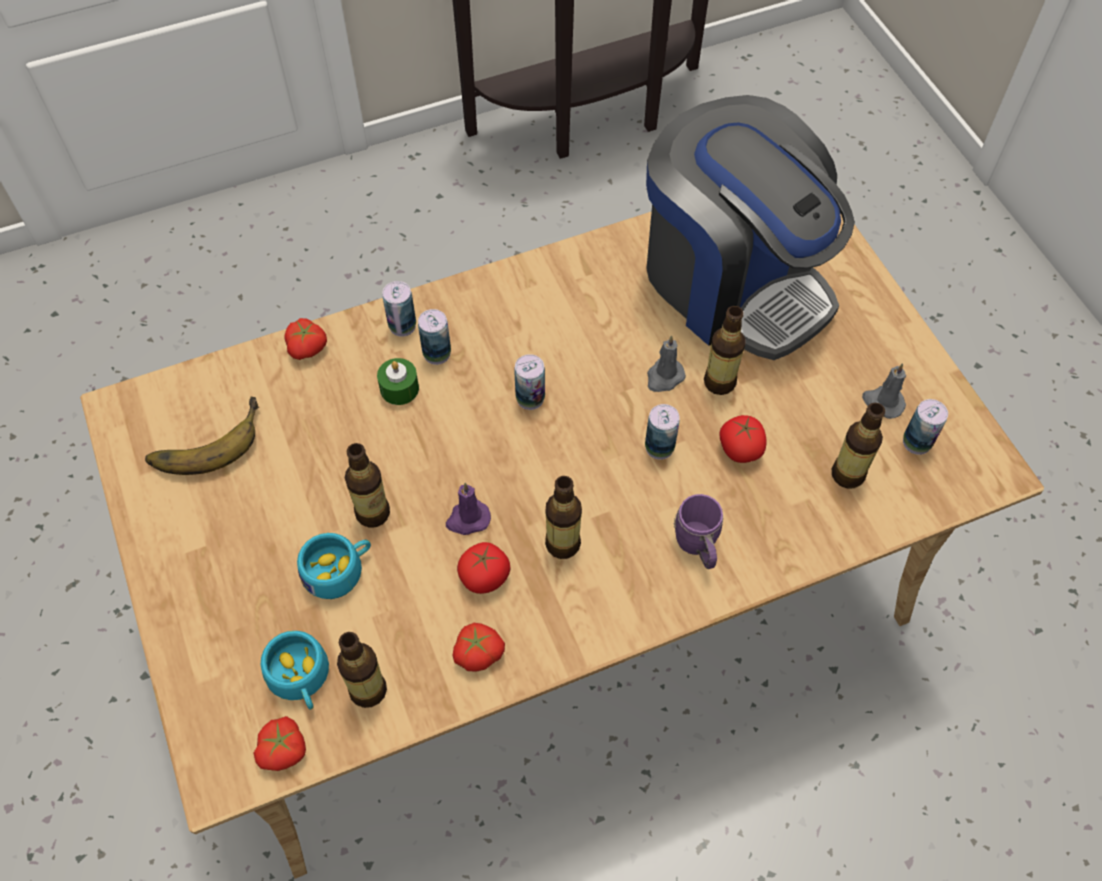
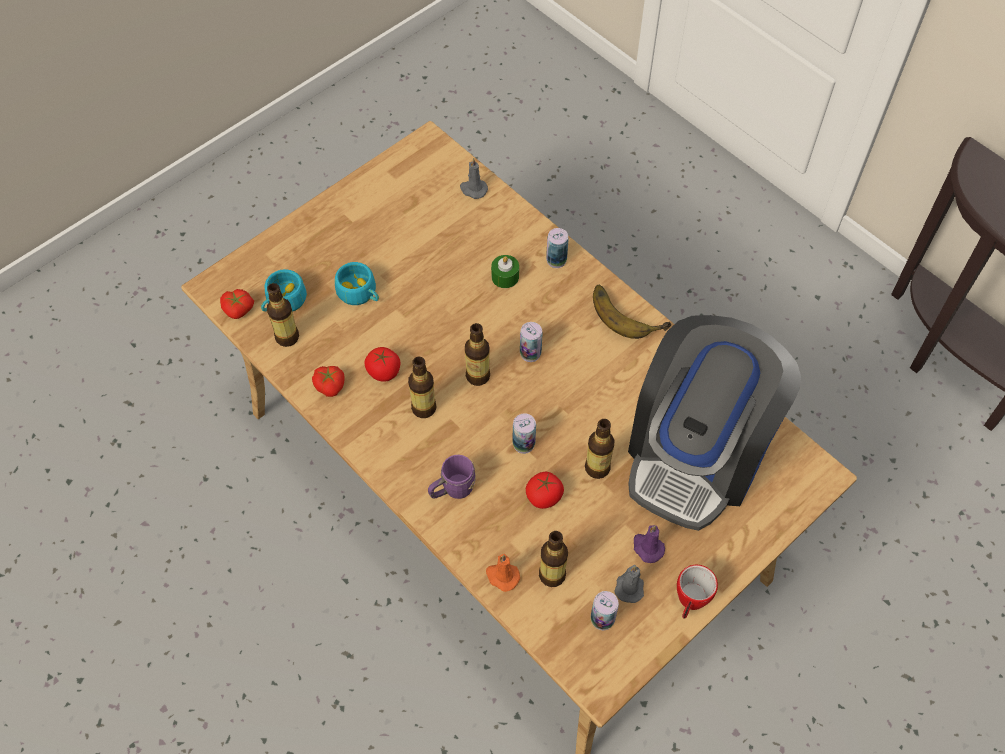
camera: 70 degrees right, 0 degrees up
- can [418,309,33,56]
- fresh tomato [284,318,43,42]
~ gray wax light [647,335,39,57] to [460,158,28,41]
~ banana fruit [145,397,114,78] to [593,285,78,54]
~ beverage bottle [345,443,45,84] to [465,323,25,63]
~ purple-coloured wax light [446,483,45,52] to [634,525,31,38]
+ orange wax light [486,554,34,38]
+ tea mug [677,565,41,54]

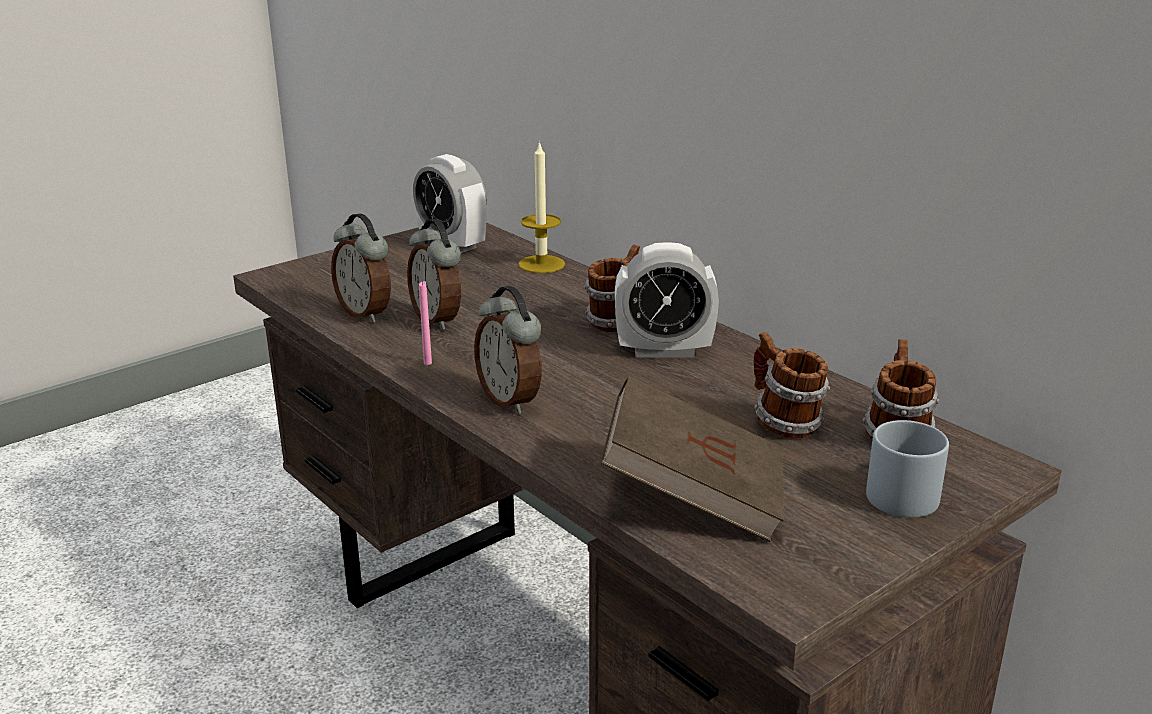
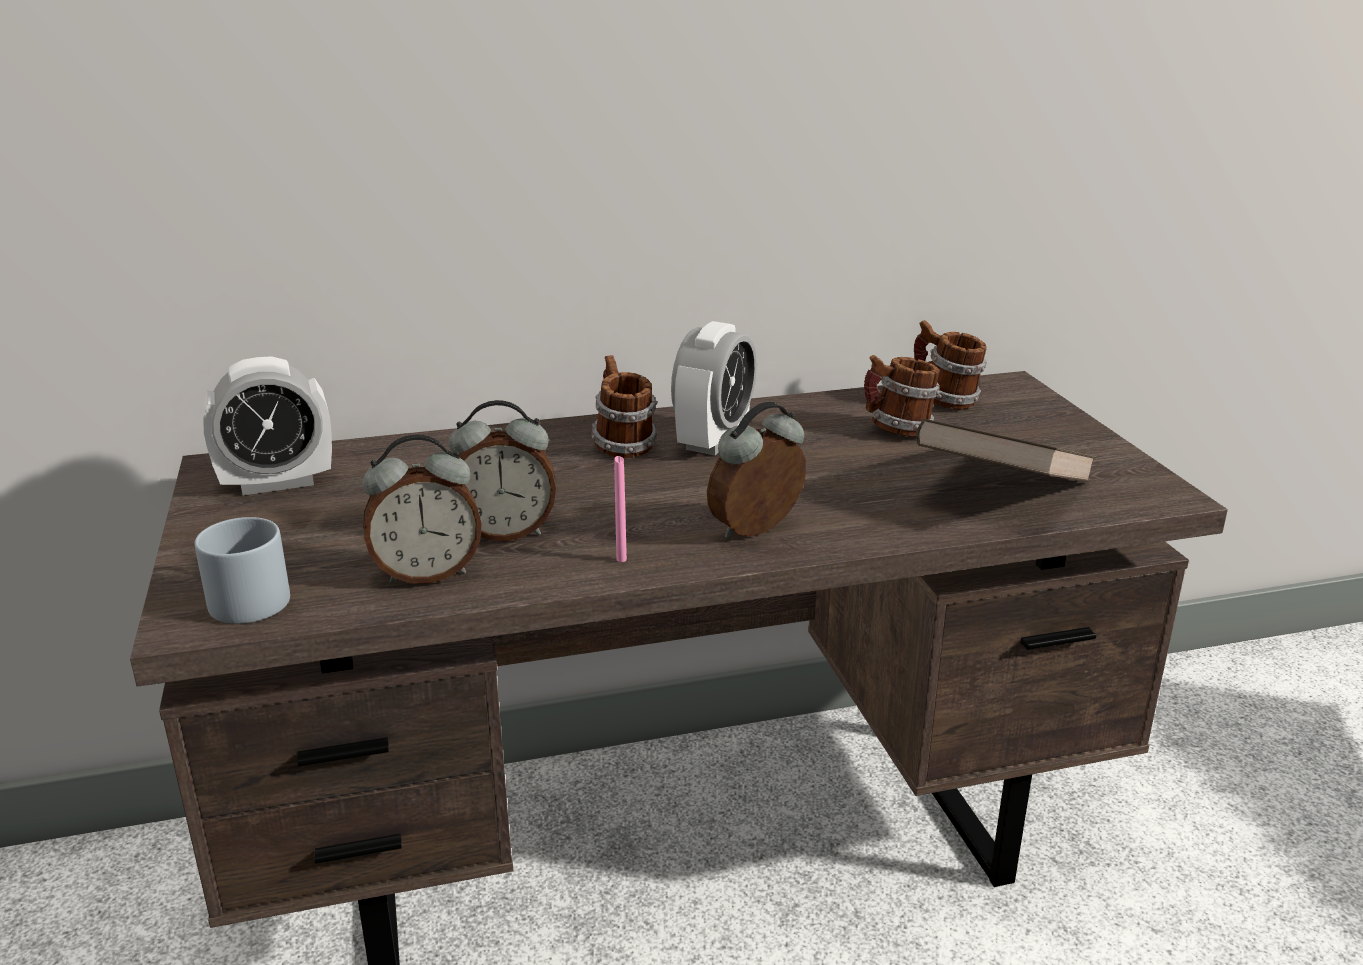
camera: 65 degrees left, 0 degrees up
- wax light [518,141,47,132]
~ table clock [474,286,68,128] = [707,402,99,136] 150 degrees clockwise
~ gray tea mug [866,420,83,98] to [195,517,95,107]

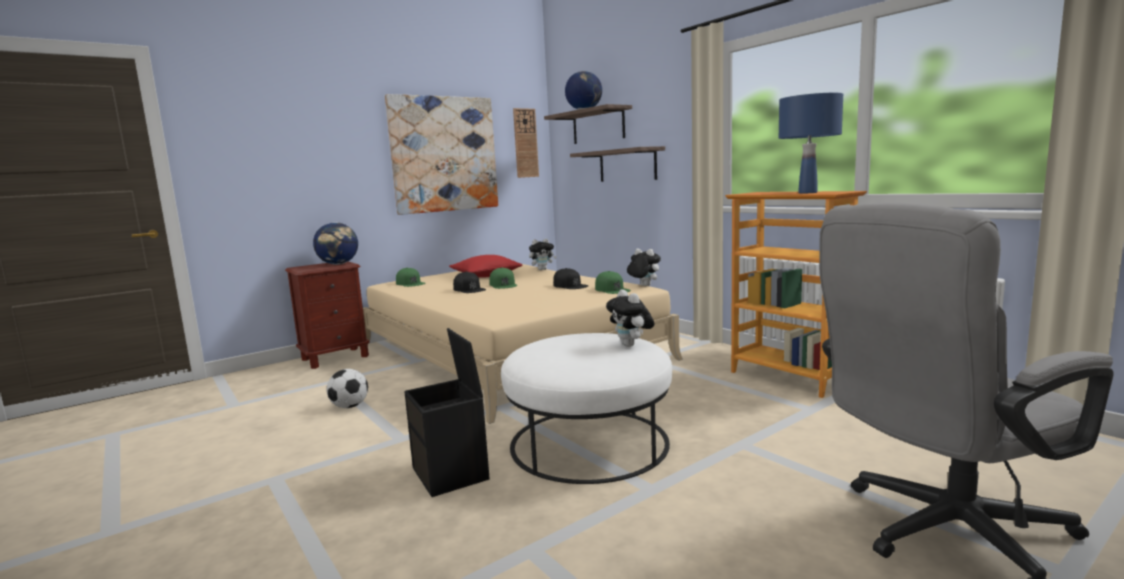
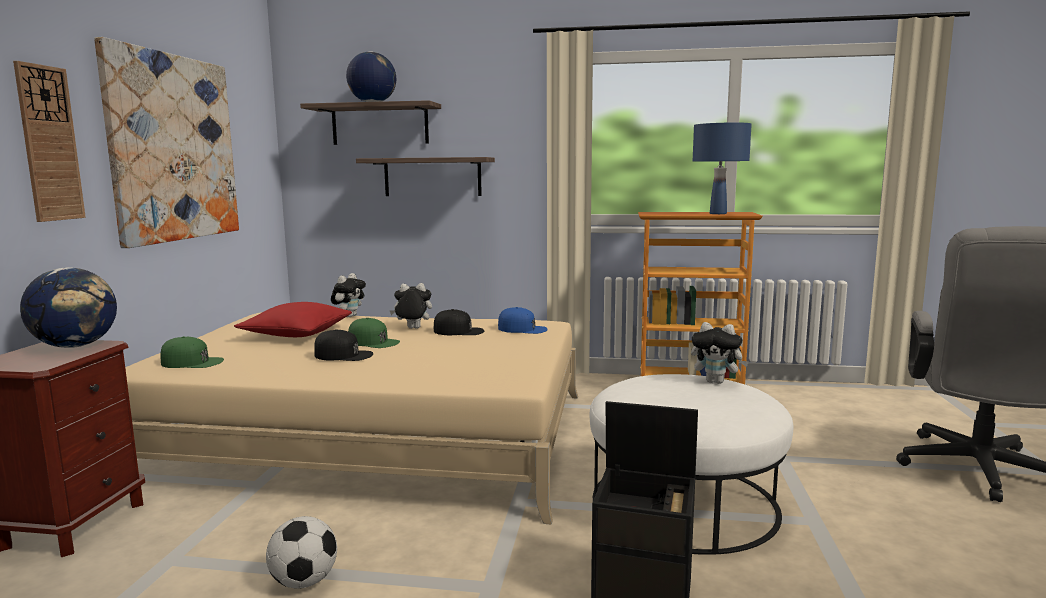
camera: 45 degrees left, 0 degrees up
~ wall clock [513,108,26,70] to [13,61,73,161]
~ cuddly toy [627,248,34,38] to [390,283,42,46]
~ green-coloured cap [595,271,36,23] to bluish cap [498,307,50,27]

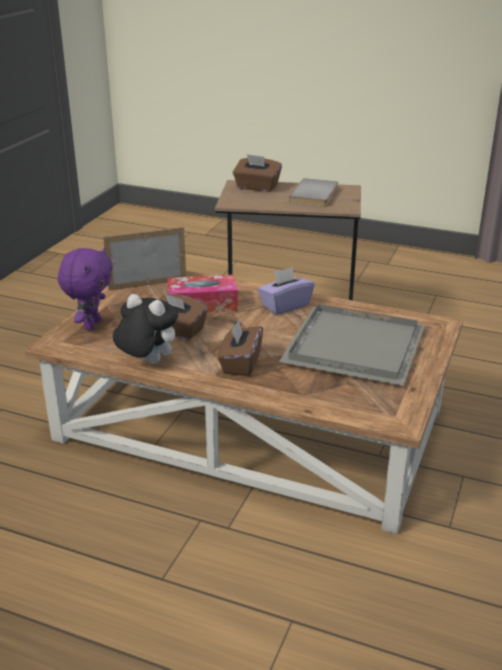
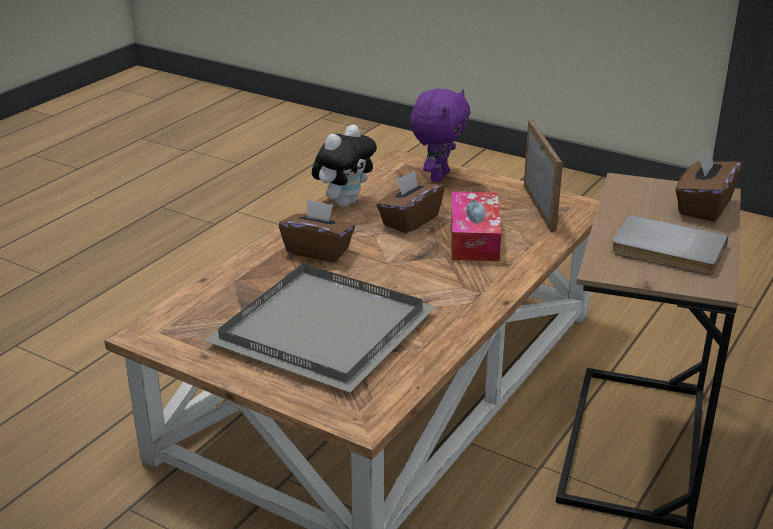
camera: 100 degrees right, 0 degrees up
~ purple-coloured cuddly toy [58,247,55,83] = [410,88,61,94] 90 degrees counterclockwise
- purple-coloured box of tissues [258,267,56,48]

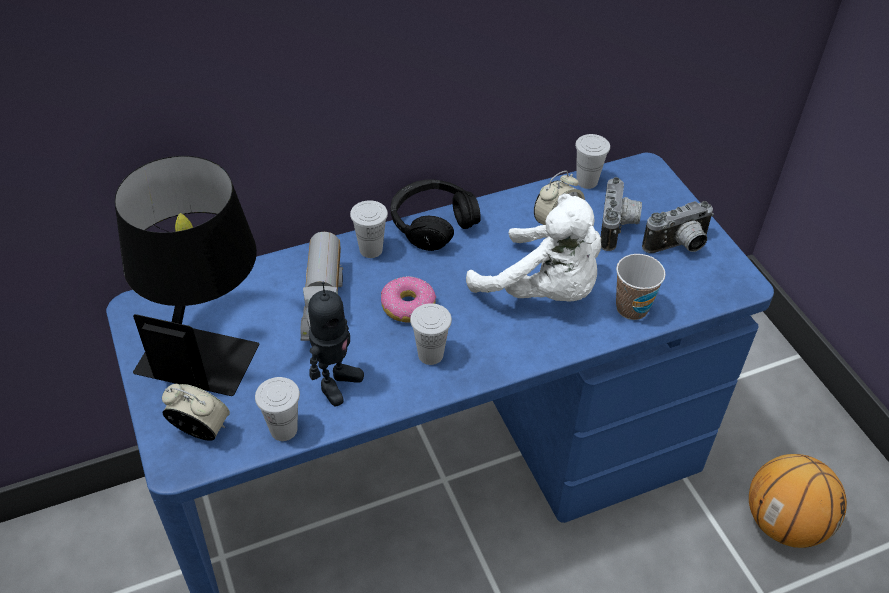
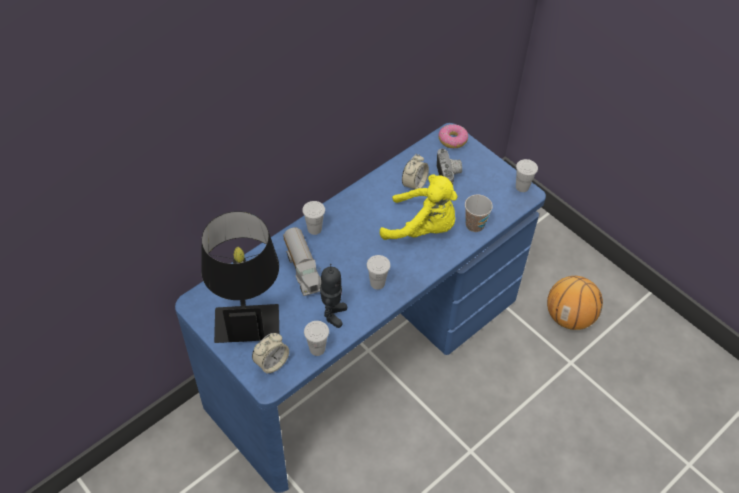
camera: 20 degrees left, 5 degrees up
~ whitish cup [575,134,35,55] to [516,159,22,33]
- black headphones [391,179,90,72]
~ whitish cuddly toy [466,193,135,109] to yellow-coloured cuddly toy [380,174,78,66]
- photo camera [642,201,72,52]
~ ring doughnut [381,276,55,47] to [438,124,30,24]
~ table clock [162,384,68,57] = [252,333,37,41] 135 degrees clockwise

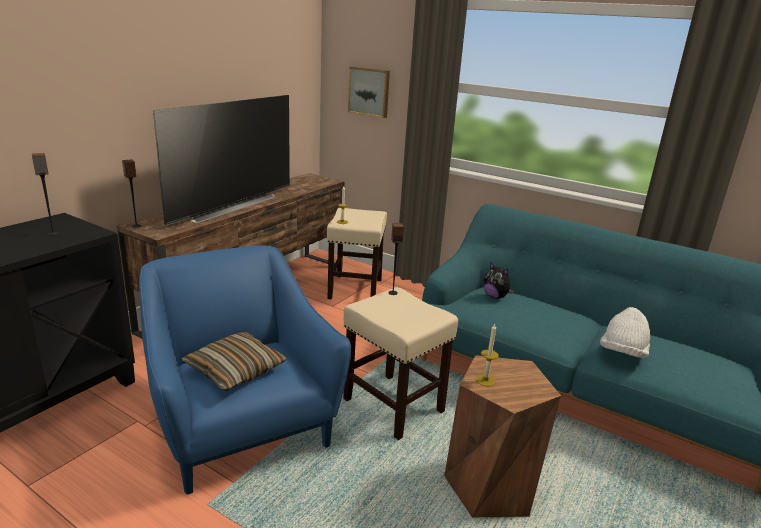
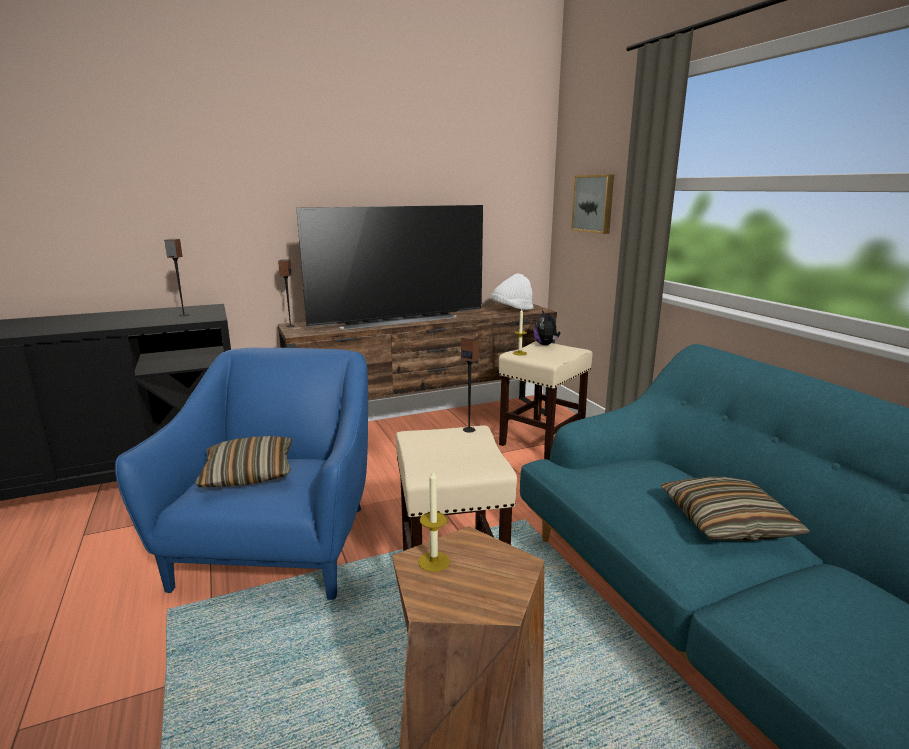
camera: 35 degrees right, 5 degrees down
~ cuddly toy [483,262,32,37] to [534,310,26,35]
~ whitish clothing hat [600,307,50,51] to [491,273,42,37]
+ throw pillow [661,477,150,63]

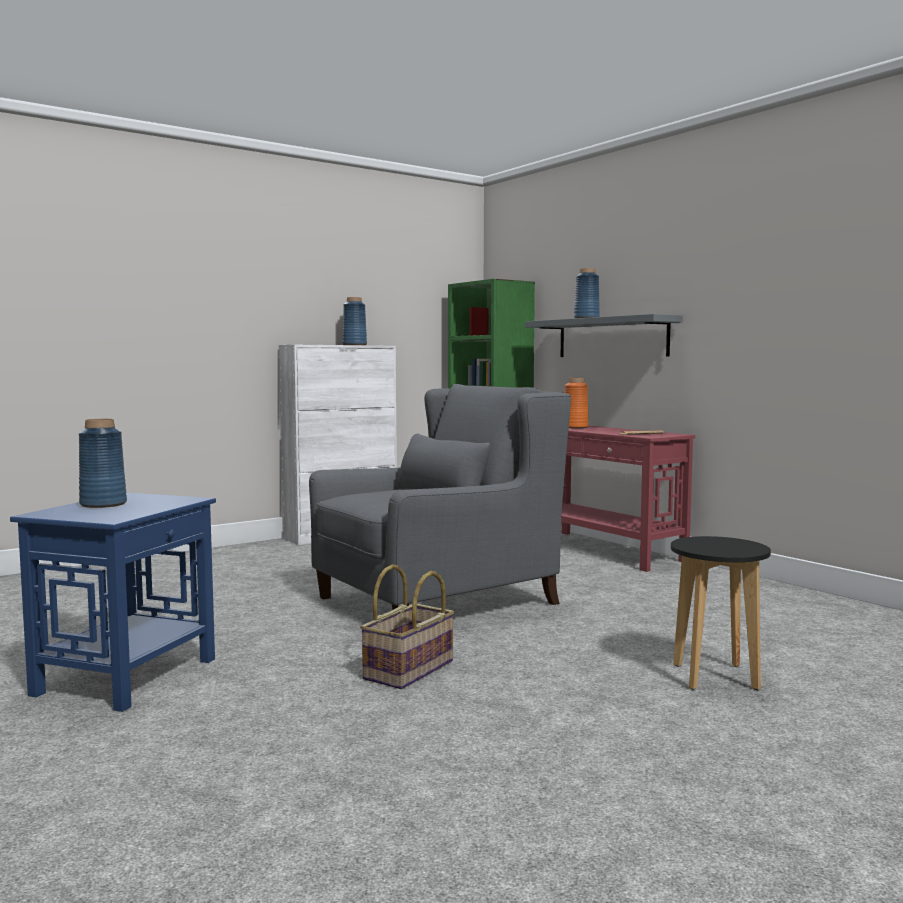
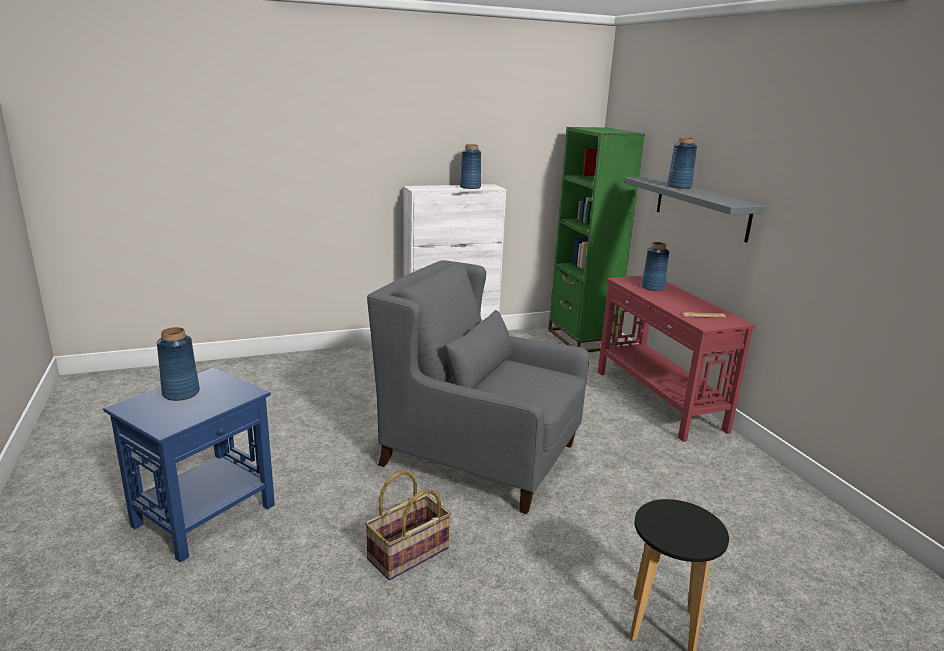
camera: 15 degrees right, 15 degrees up
~ orange vase [565,378,23,50] to bluish vase [641,242,28,49]
~ gray easy chair [309,384,262,226] = [367,260,222,254] 135 degrees counterclockwise

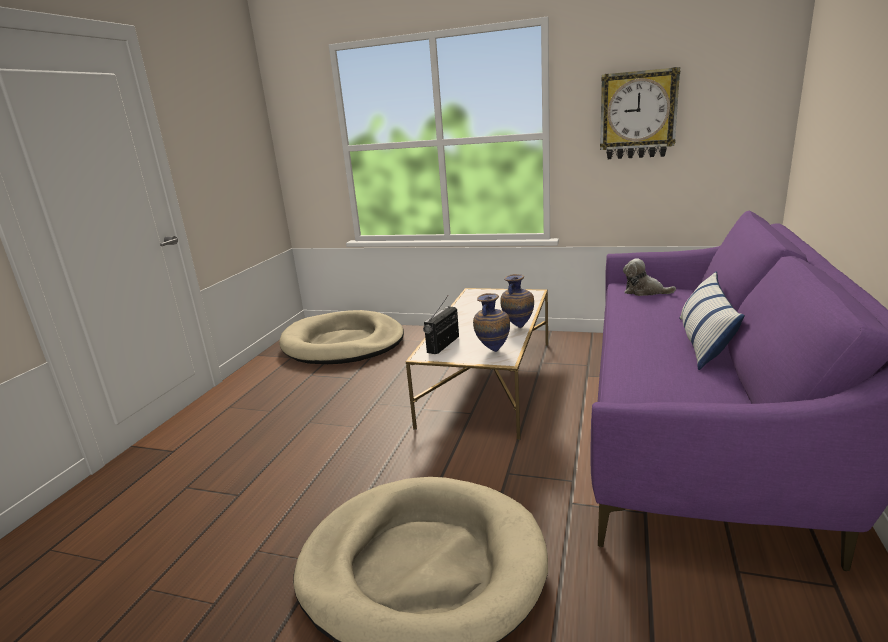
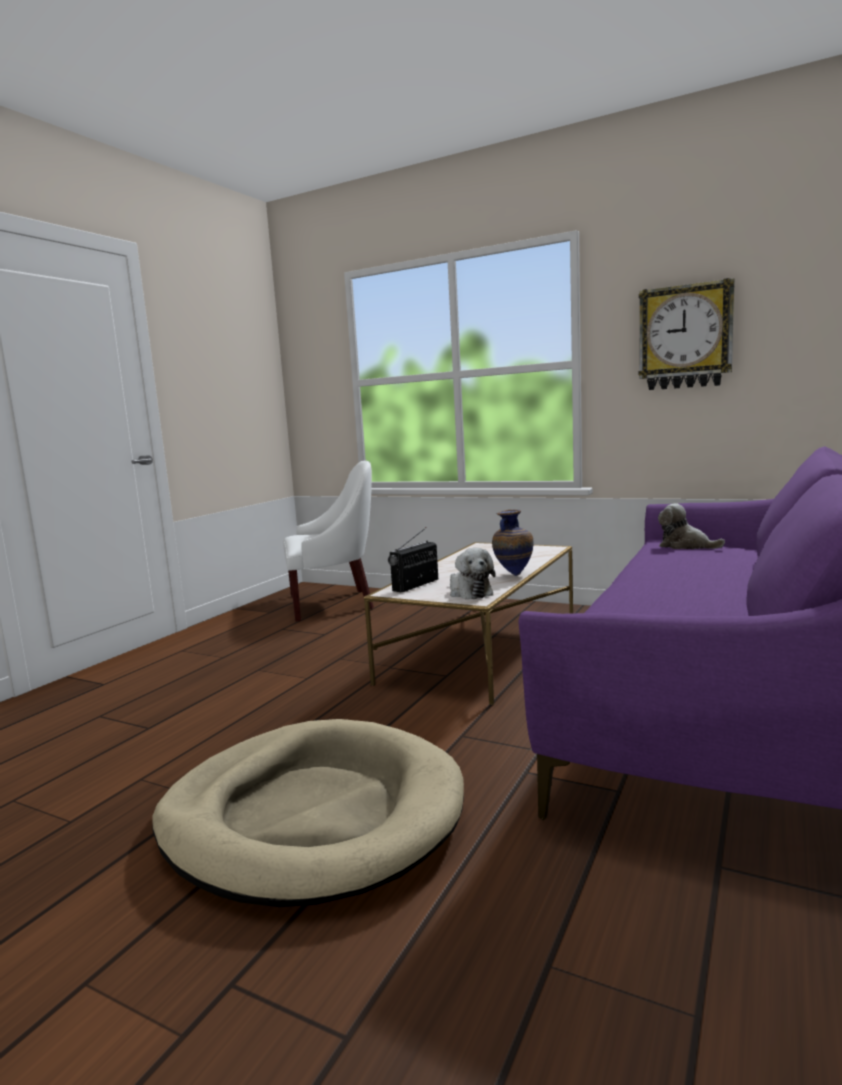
camera: 10 degrees right, 10 degrees down
- throw pillow [679,271,66,99]
~ vase [473,293,37,59] to cuddly toy [450,548,45,51]
~ sand-coloured dog cushion [279,310,125,54] to whitish easy chair [283,460,91,162]

